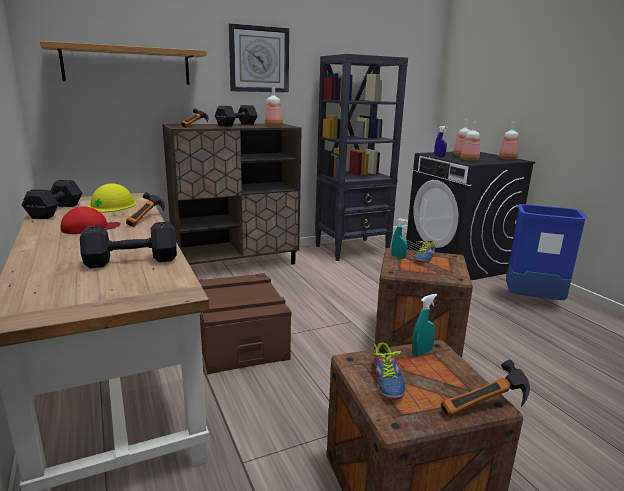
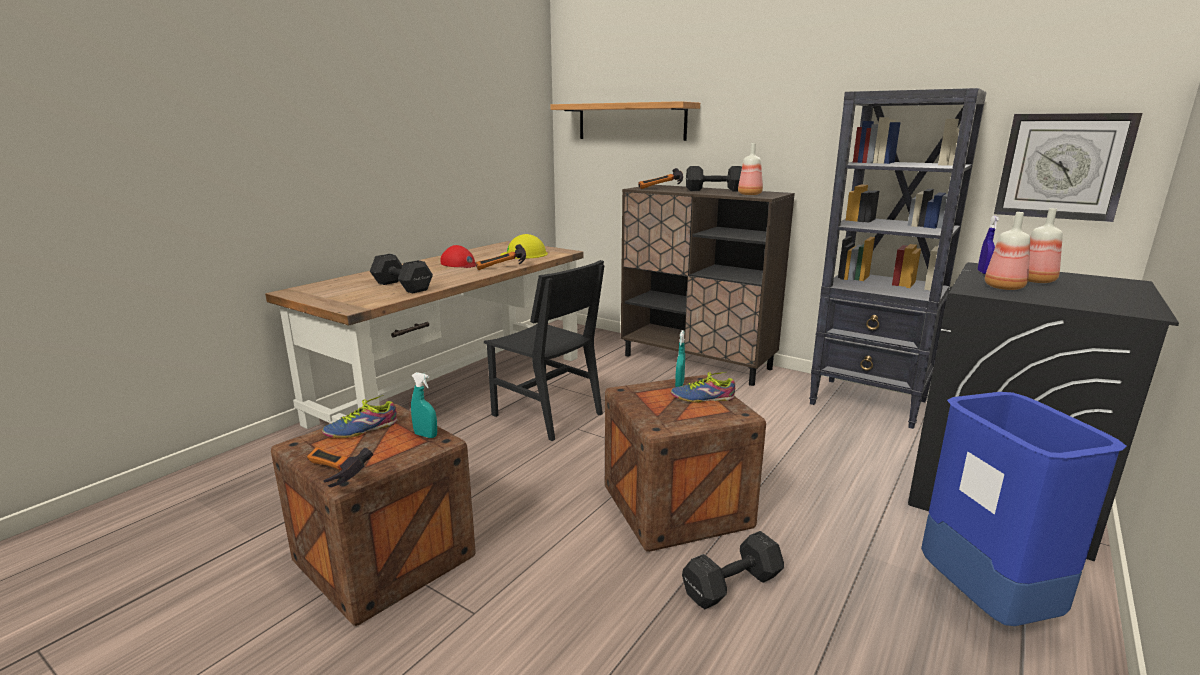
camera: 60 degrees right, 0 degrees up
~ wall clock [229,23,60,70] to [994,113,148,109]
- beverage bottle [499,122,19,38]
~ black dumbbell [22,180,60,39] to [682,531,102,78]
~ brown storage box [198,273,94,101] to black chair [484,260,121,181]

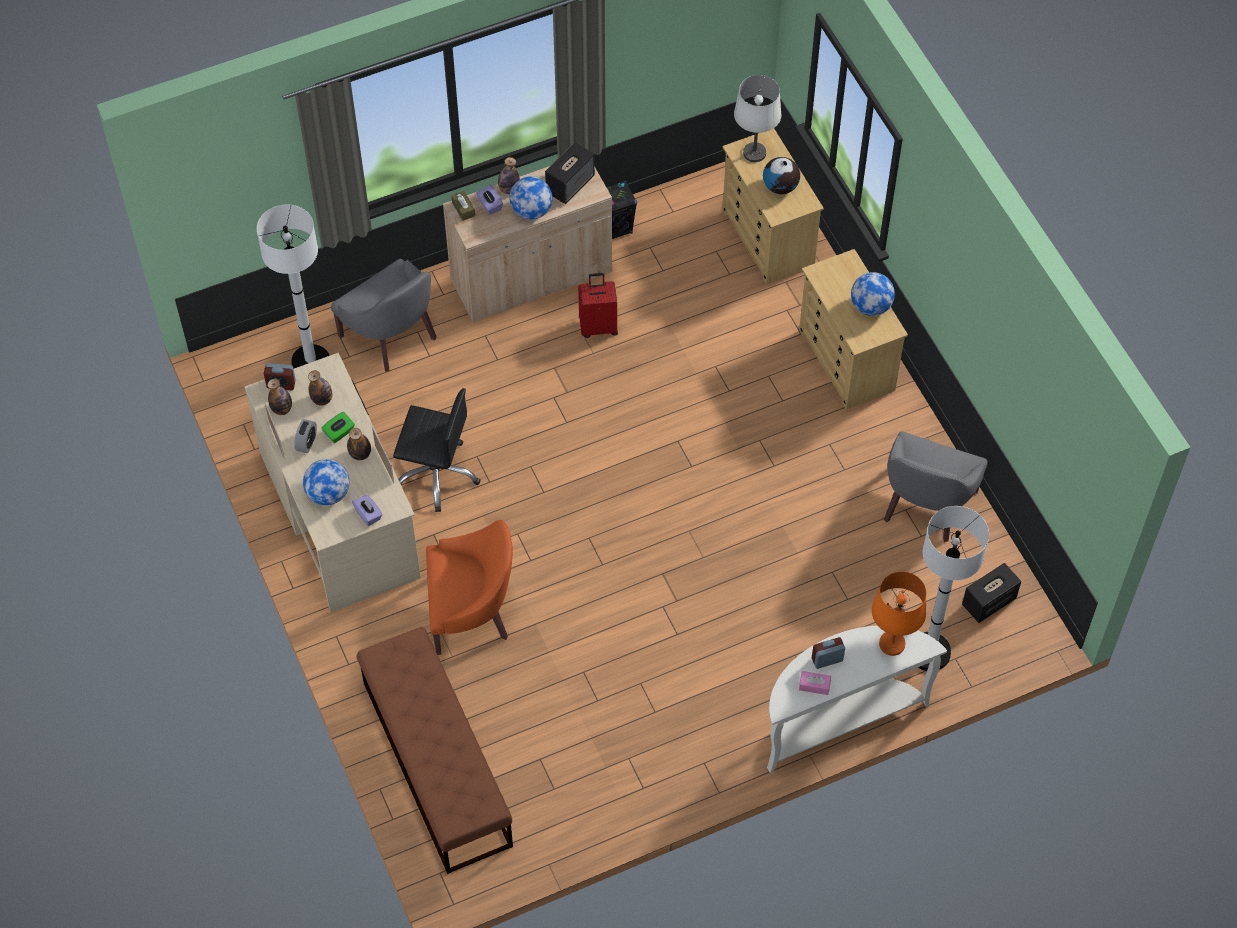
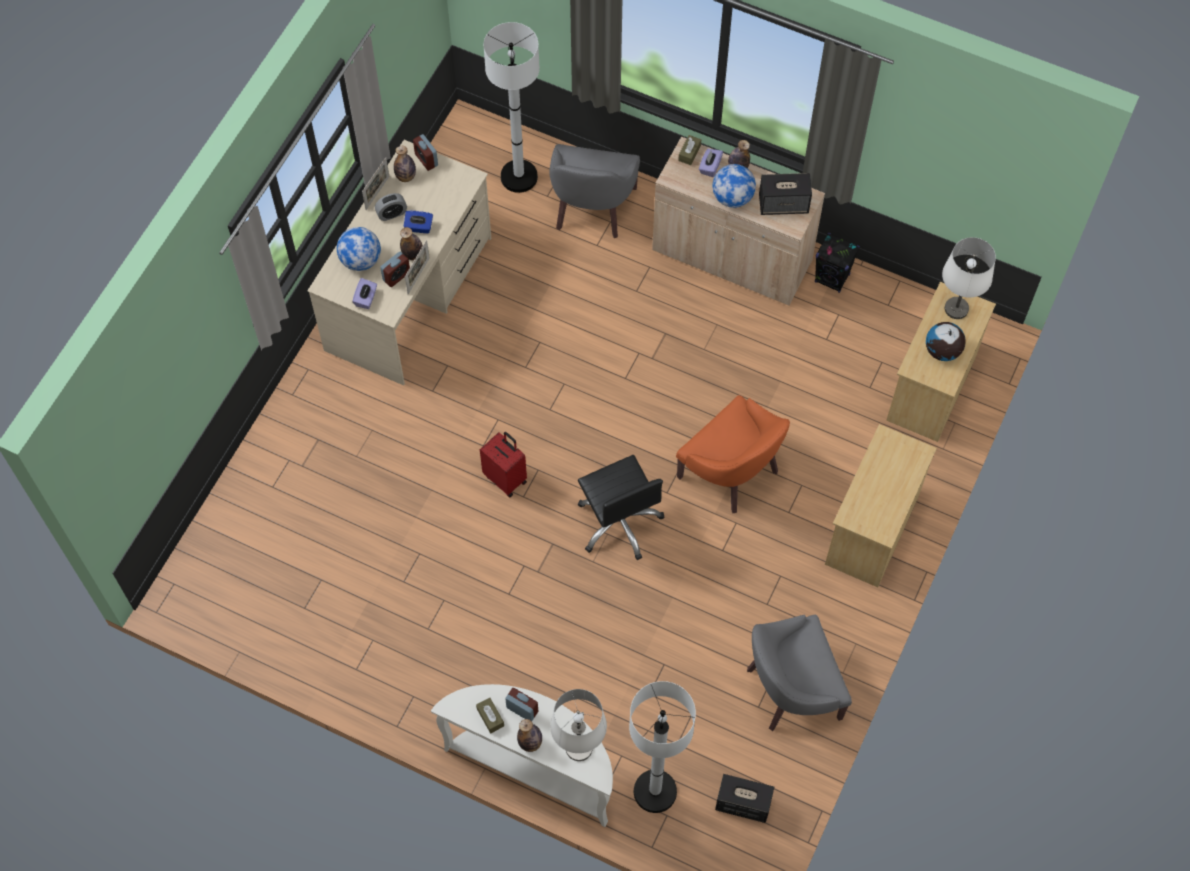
camera: 50 degrees right, 5 degrees up
- world globe [851,272,44,44]
~ red piece of luggage [578,273,40,65] to [480,432,47,65]
~ beverage bottle [308,370,24,36] to [517,719,25,33]
~ black office chair [393,388,88,124] to [578,455,86,105]
~ green-coloured box of tissues [322,412,33,31] to bluish box of tissues [403,211,30,22]
~ orange easy chair [426,520,87,135] to [676,395,114,118]
~ orange lamp for a table [872,572,54,84] to whitish lamp for a table [550,689,57,72]
- brown long seat [357,627,156,247]
~ pinkish box of tissues [799,671,32,24] to brown box of tissues [476,698,28,35]
+ table clock [380,252,30,35]

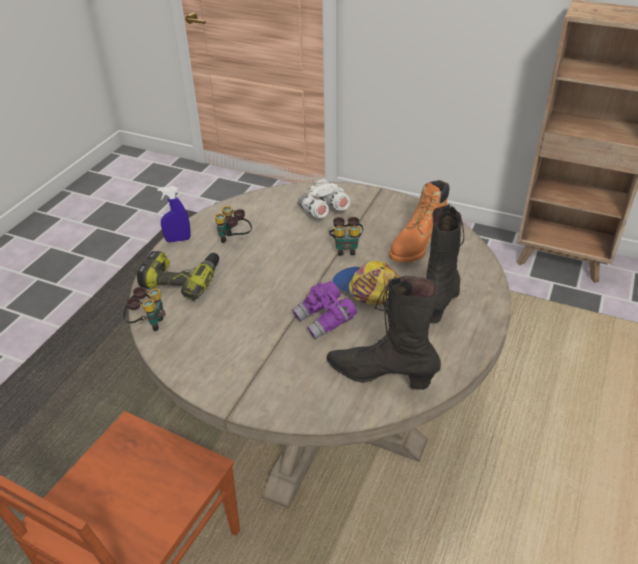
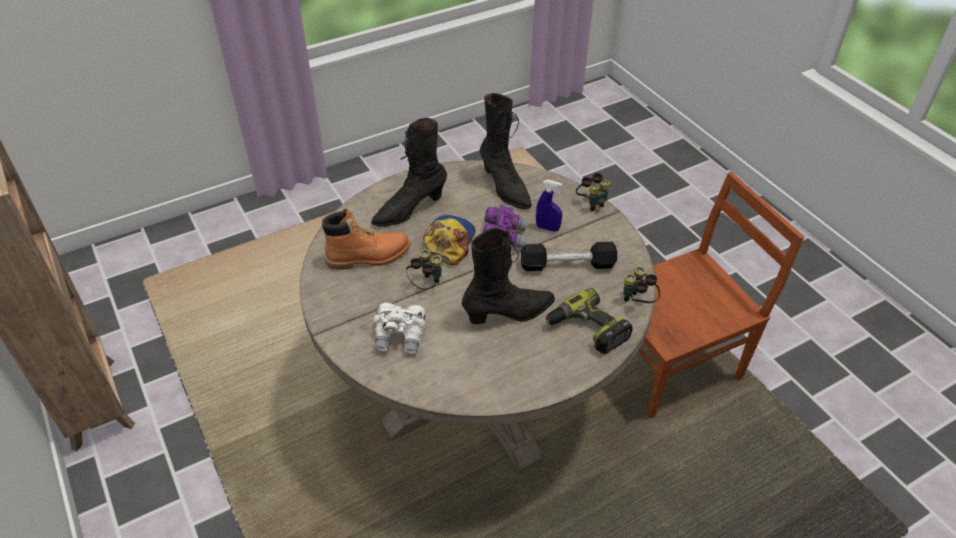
camera: 145 degrees left, 5 degrees up
~ bluish spray bottle [157,186,34,57] to [536,180,26,52]
~ field glasses [215,206,37,37] to [576,173,34,38]
~ cap [332,261,69,44] = [423,215,53,51] 150 degrees counterclockwise
+ black tall boot [462,228,93,96]
+ black dumbbell [521,242,96,29]

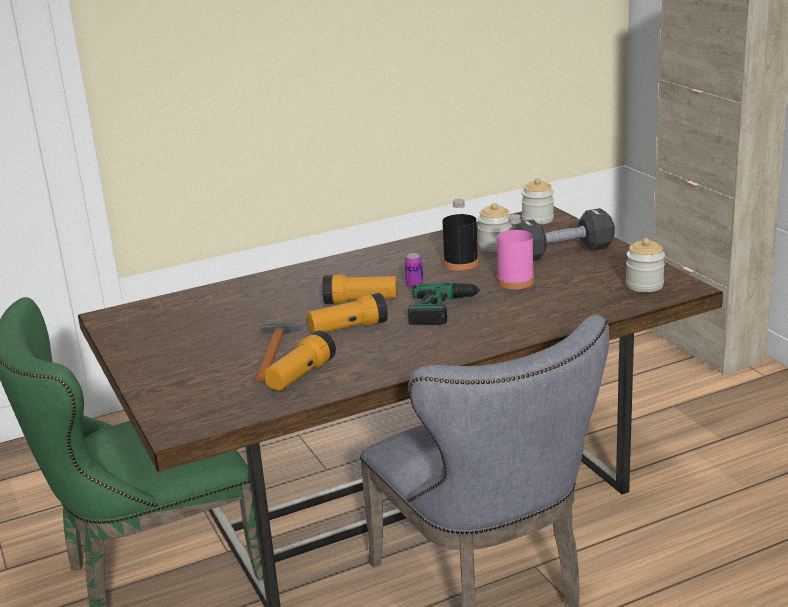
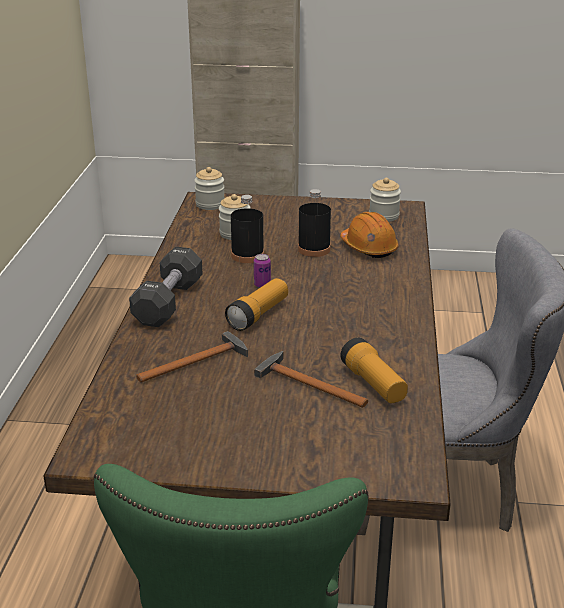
camera: 60 degrees left, 5 degrees up
~ black dumbbell [513,208,102,53] to [129,247,74,80]
~ pinkish beverage bottle [497,214,37,75] to black beverage bottle [298,189,33,68]
- electric drill [408,283,87,42]
- torch [307,293,81,40]
+ orange safety helmet [340,212,59,46]
+ hand hammer [136,331,112,52]

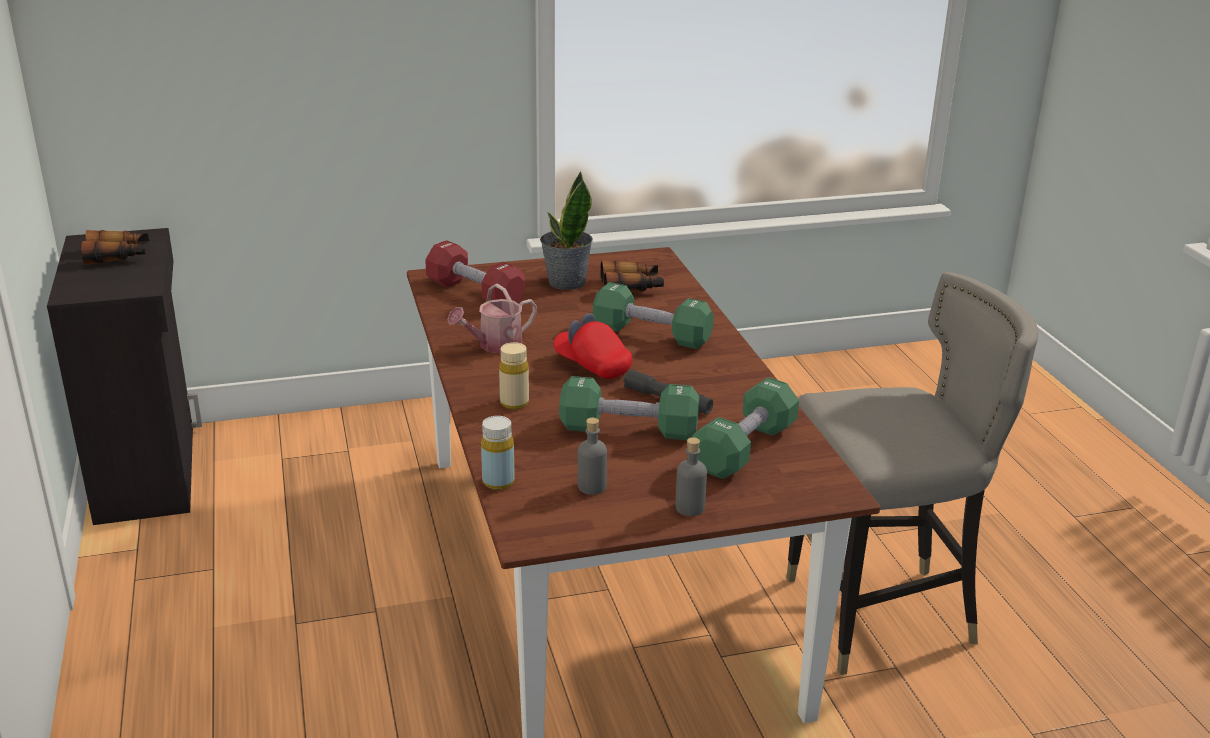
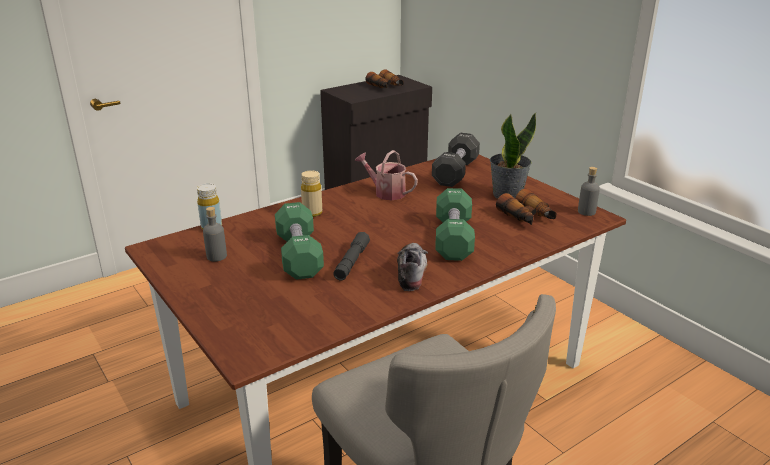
camera: 70 degrees right, 0 degrees up
~ red dumbbell [425,240,100,63] to black dumbbell [432,133,48,54]
- red cap [554,313,78,66]
- green-coloured dumbbell [693,377,106,102]
~ gray beverage bottle [676,437,31,79] to [578,167,22,49]
+ shoe [392,243,36,48]

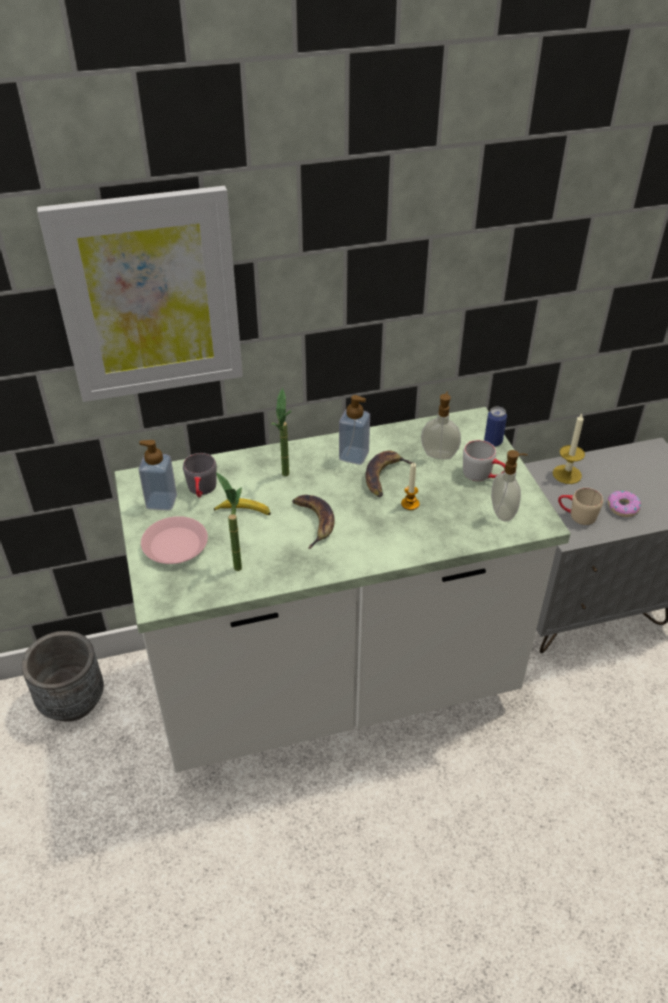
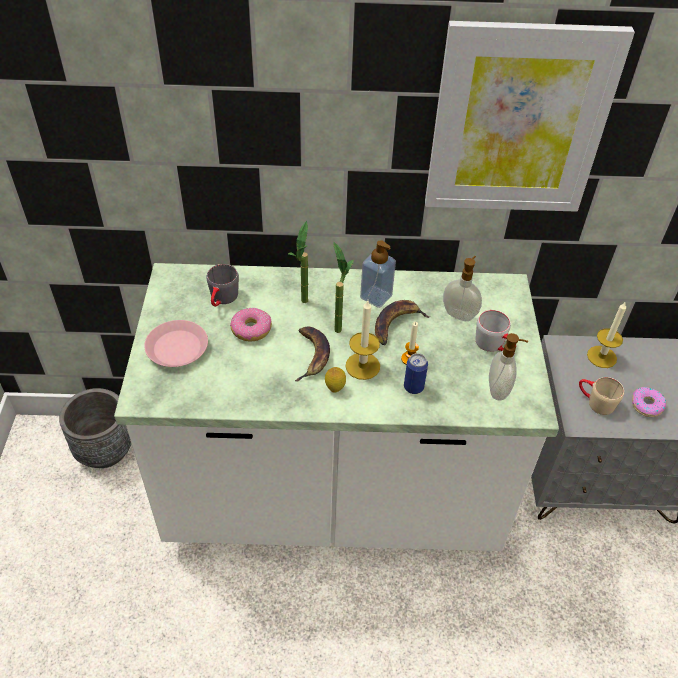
camera: 15 degrees right, 5 degrees up
~ wall picture [37,186,206,216] to [425,21,210,191]
~ can [484,407,23,40] to [404,353,24,41]
- soap dispenser [138,440,39,71]
~ plant in a pot [216,472,26,99] to [333,242,21,91]
~ banana fruit [214,498,57,17] to ring doughnut [230,308,42,33]
+ wax light [346,301,34,79]
+ lemon [325,367,21,26]

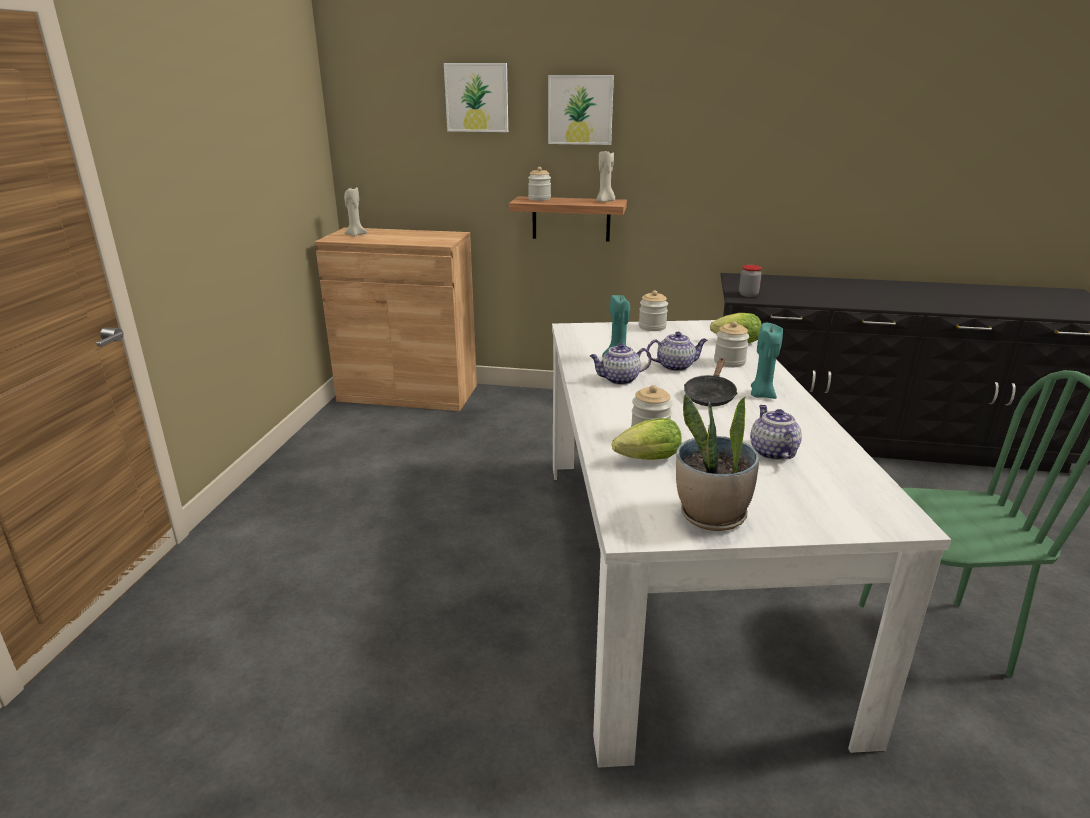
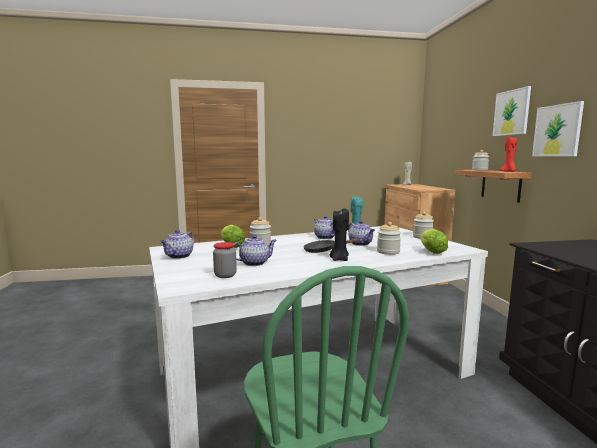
camera: 70 degrees right, 15 degrees down
~ wall picture [444,63,64,69] to [532,101,52,55]
~ sand-coloured wax light [596,150,19,52] to red wax light [500,136,18,36]
~ jar [739,265,23,32] to [213,242,24,36]
~ turquoise wax light [751,323,32,76] to black wax light [330,208,19,53]
~ plant in a pot [676,394,83,137] to pot for tea [161,230,33,29]

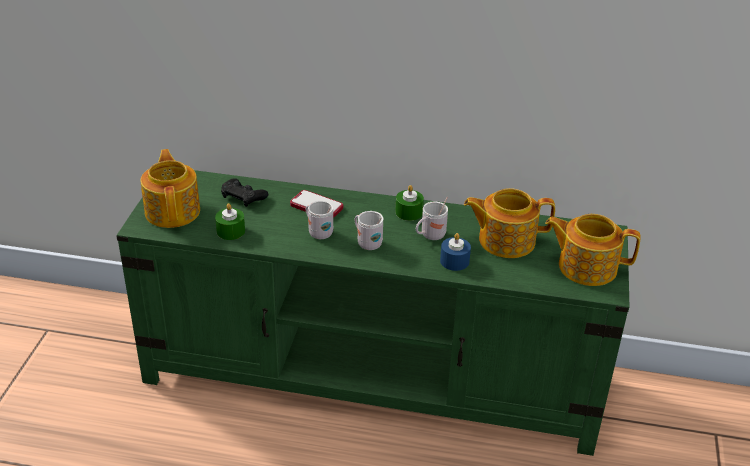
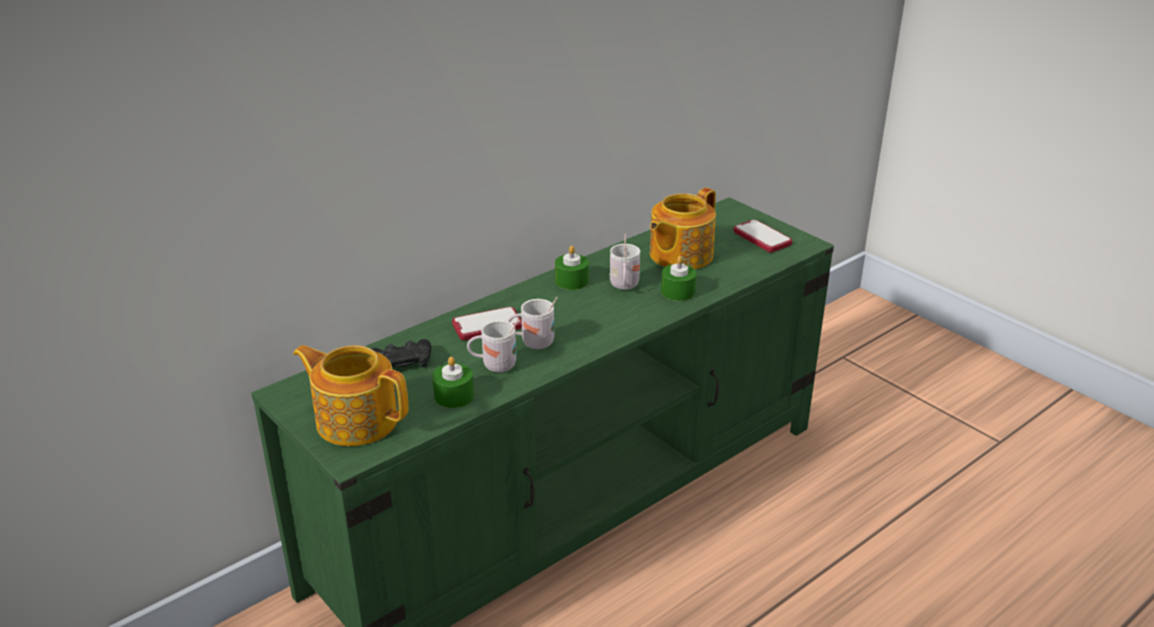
camera: 50 degrees left, 5 degrees down
~ whitish tea mug [354,211,30,39] to [467,319,52,53]
~ pot for tea [545,214,96,72] to handset [733,219,59,33]
~ bluish wax light [440,233,31,38] to green-coloured wax light [661,256,35,45]

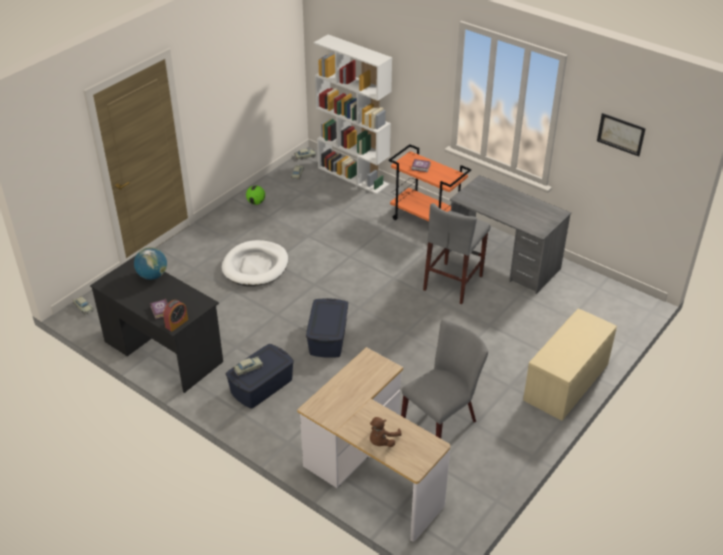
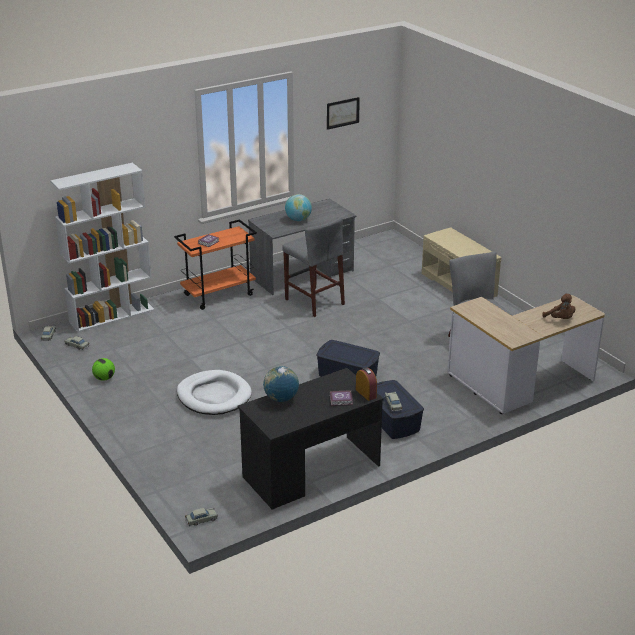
camera: 70 degrees left, 10 degrees down
+ world globe [285,194,27,27]

